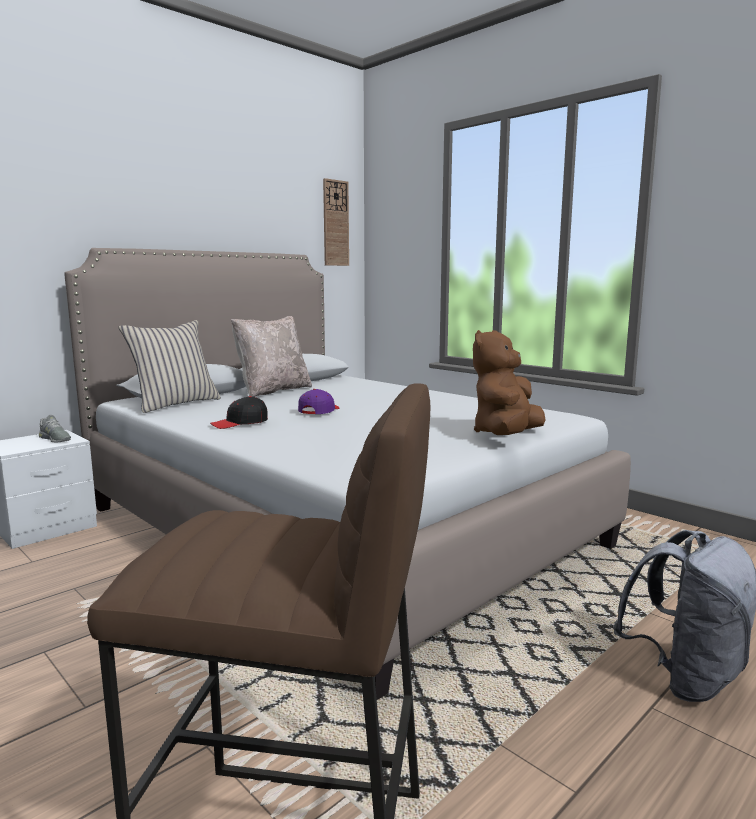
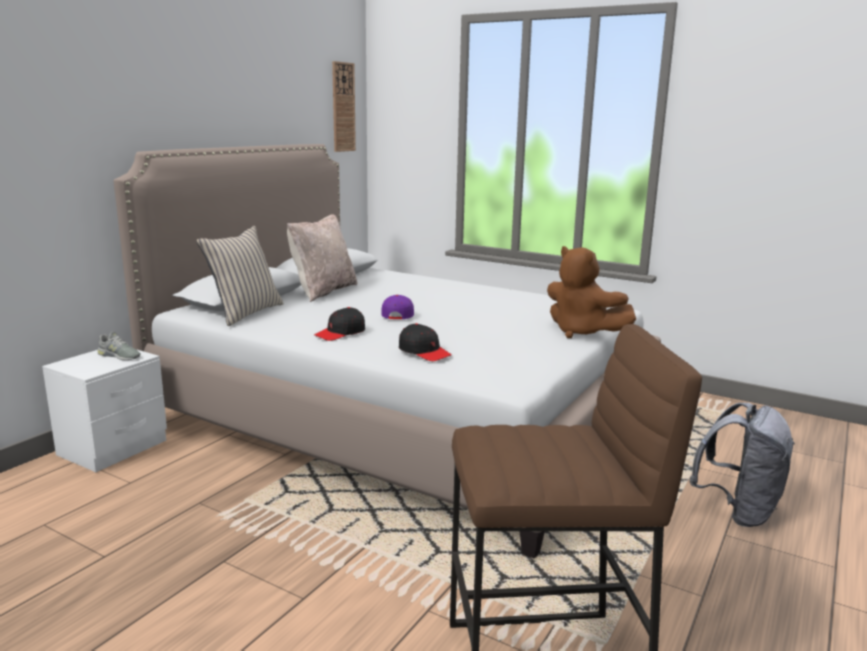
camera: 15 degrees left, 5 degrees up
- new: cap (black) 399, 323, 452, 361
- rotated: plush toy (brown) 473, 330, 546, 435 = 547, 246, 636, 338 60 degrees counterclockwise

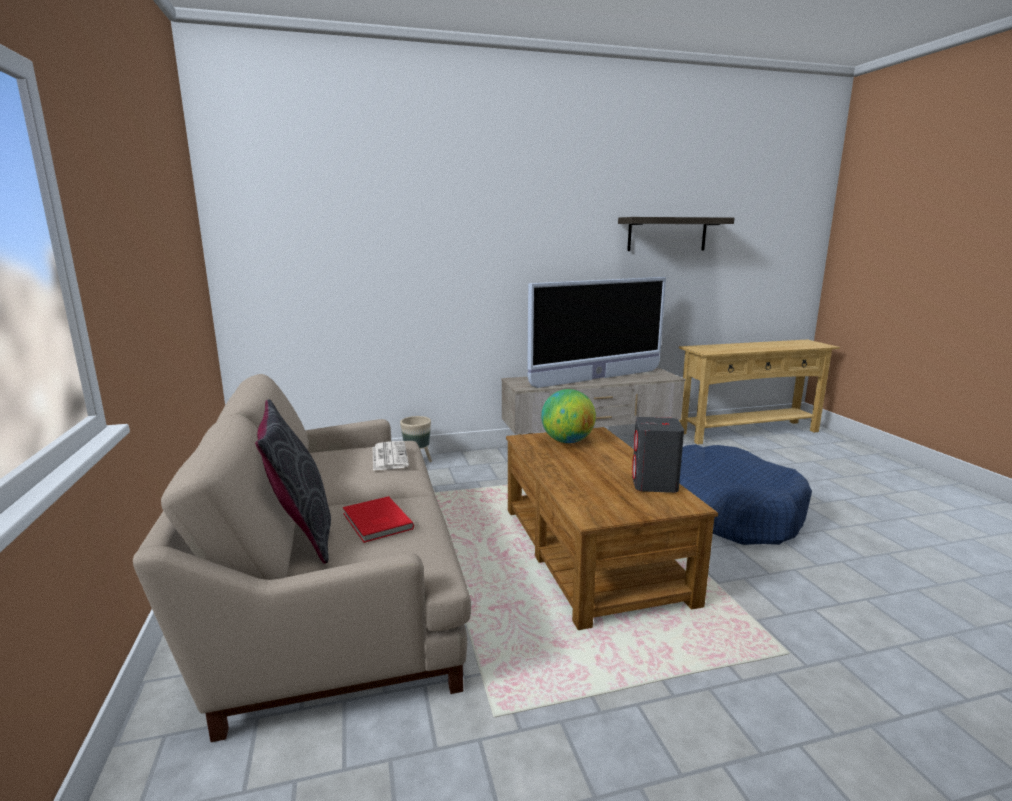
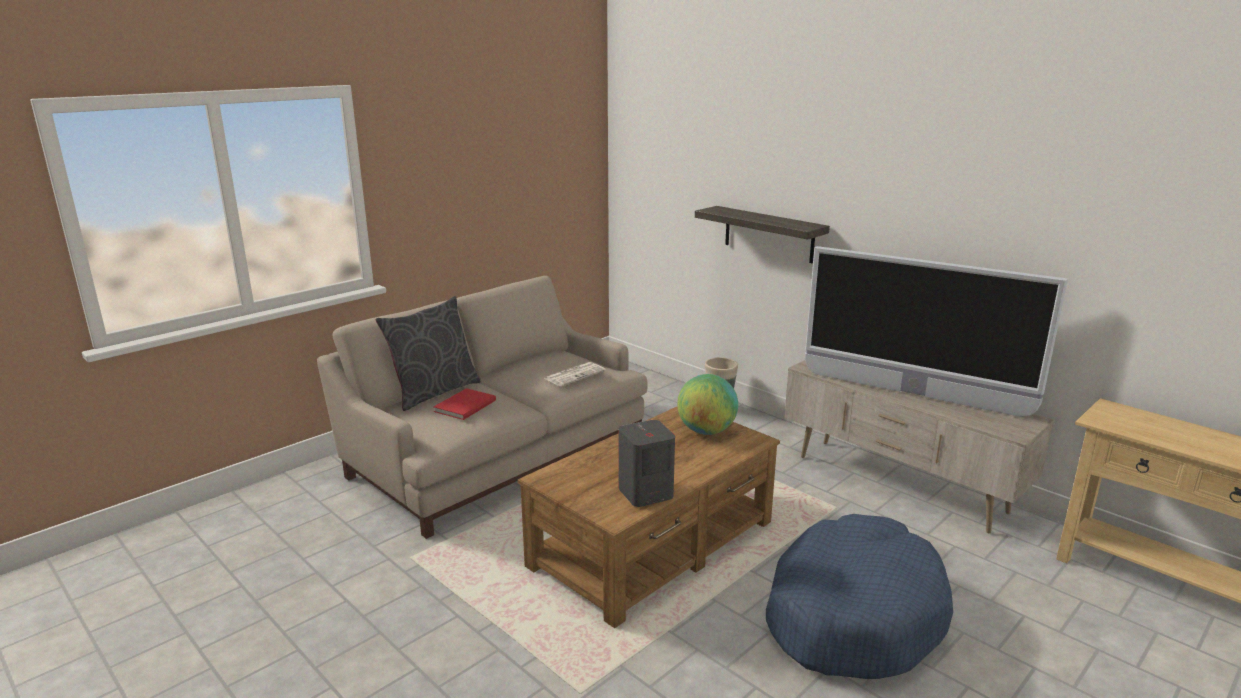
camera: 60 degrees right, 5 degrees up
- shifted: shelf 618, 217, 735, 251 to 695, 206, 830, 263

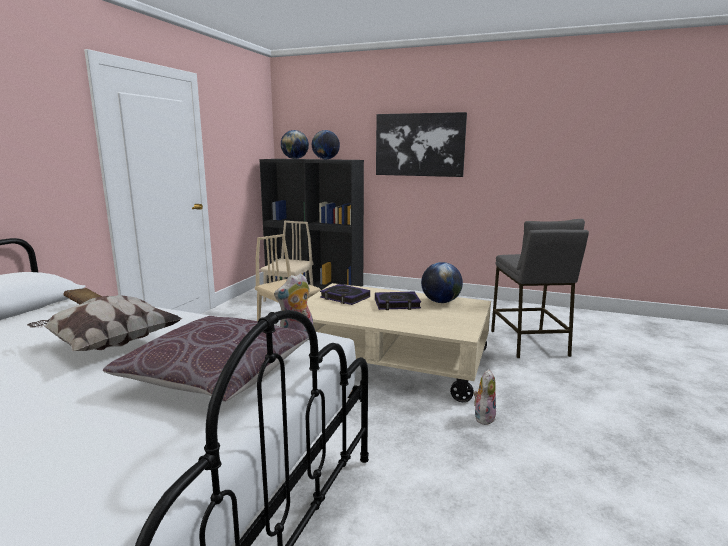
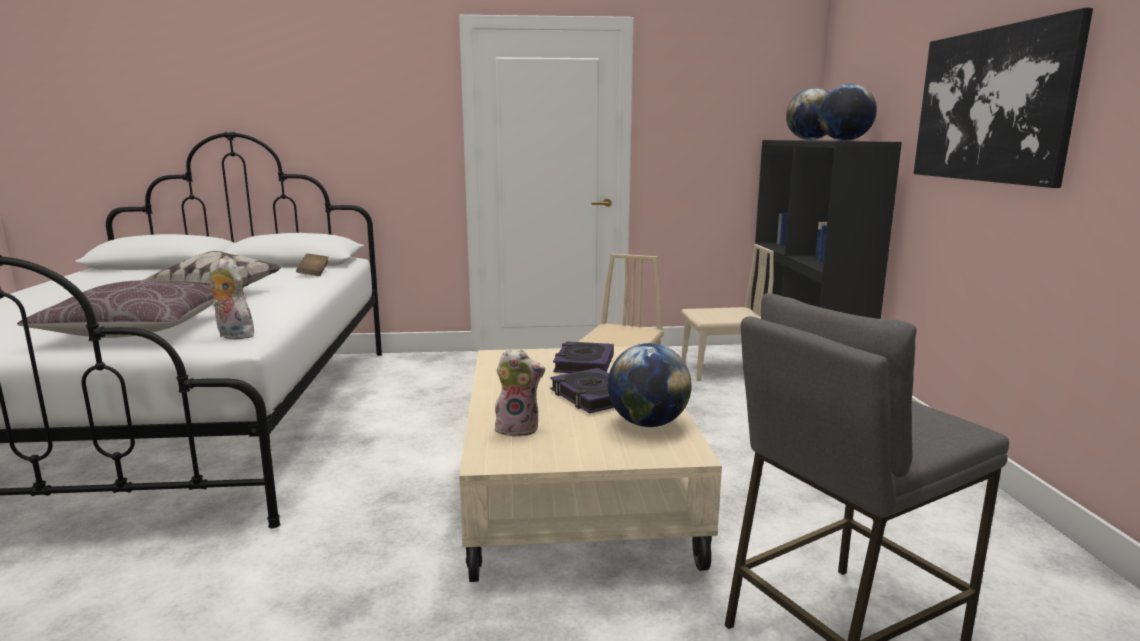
camera: 65 degrees right, 0 degrees up
- shifted: plush toy 473, 369, 496, 425 to 493, 349, 545, 437

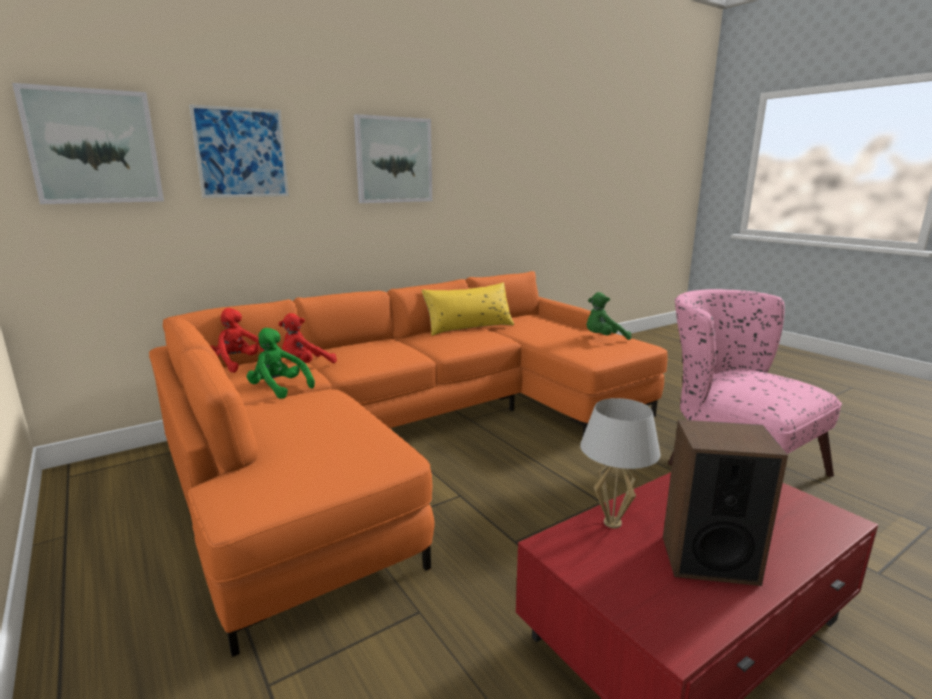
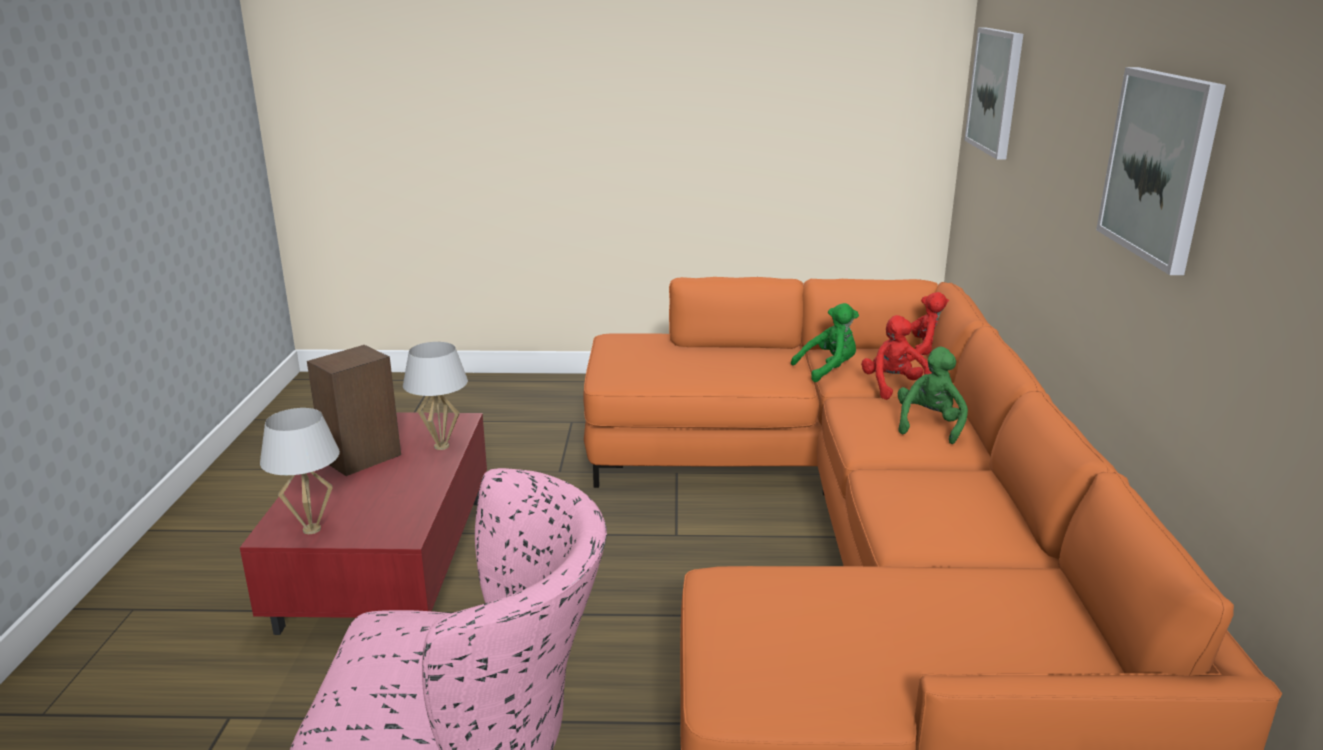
camera: 125 degrees right, 5 degrees up
- gone: picture 189, 104, 289, 198
- gone: pillow (yellow) 422, 282, 514, 336
- new: table lamp (white) 260, 408, 340, 534
- shifted: plush toy (green) 586, 292, 632, 340 to 898, 347, 968, 444

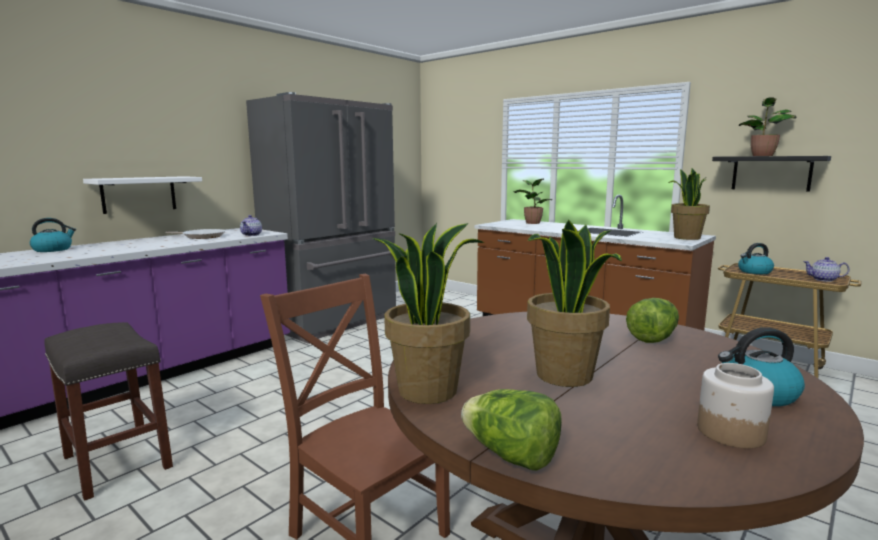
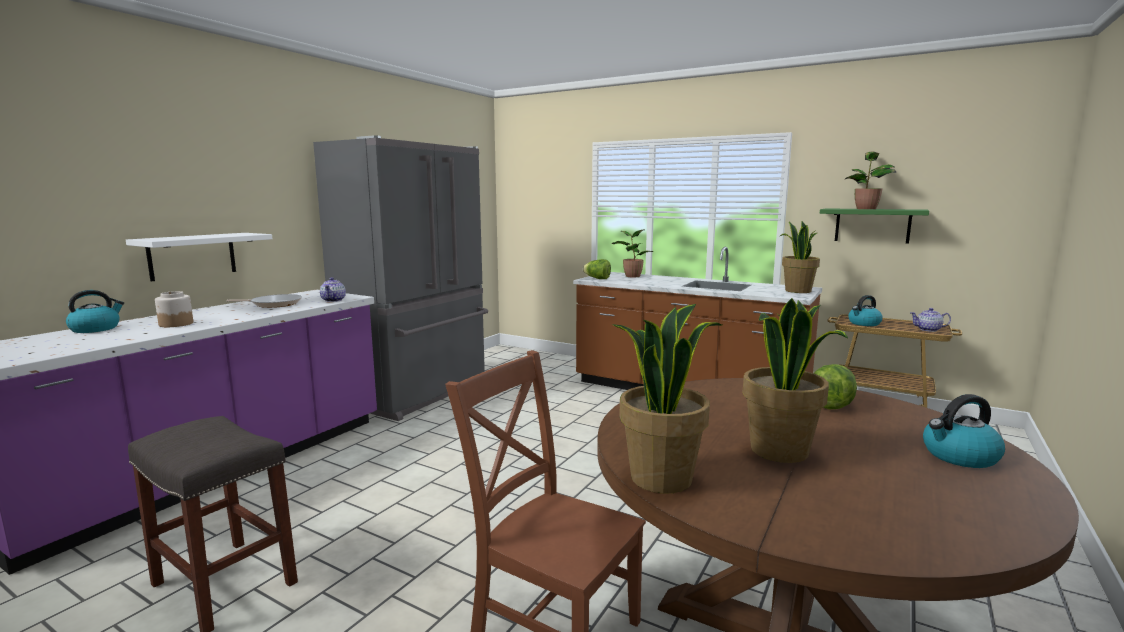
camera: 10 degrees left, 0 degrees up
- shifted: lettuce 461, 389, 562, 470 to 583, 259, 611, 279
- shifted: jar 697, 363, 774, 449 to 155, 291, 193, 327
- repainted: shelf (black) 712, 156, 831, 192 to shelf (green) 820, 208, 929, 244

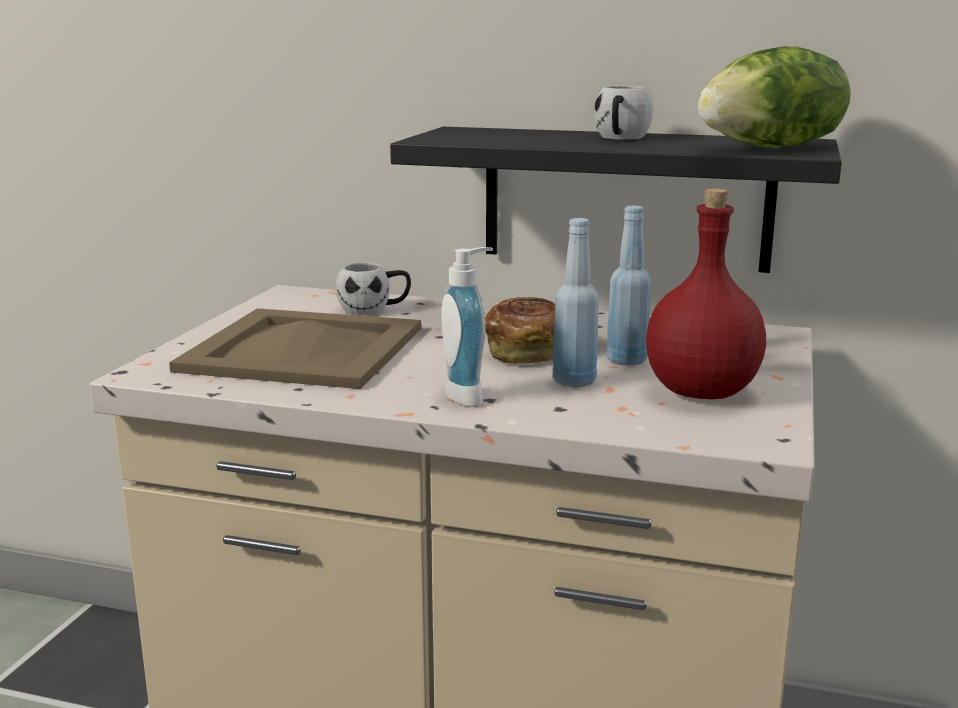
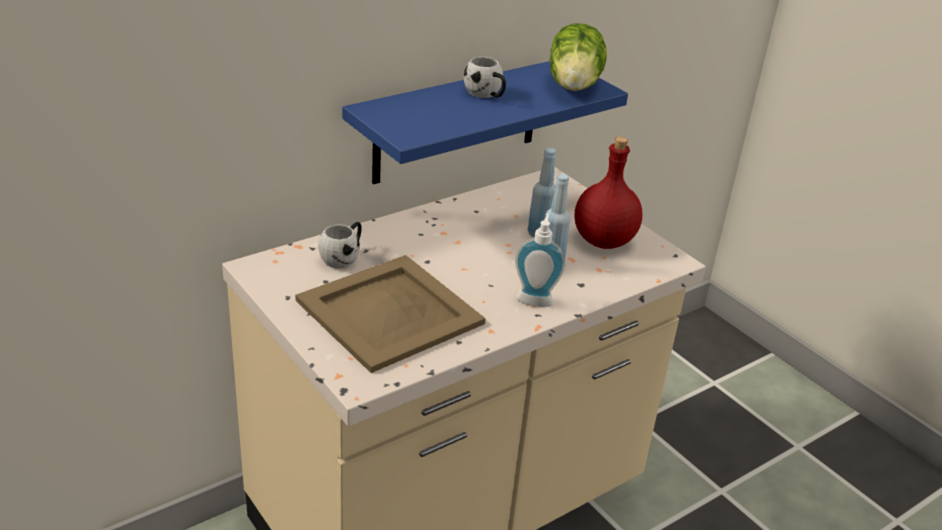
camera: 55 degrees left, 15 degrees up
- gone: bread 485, 297, 555, 364
- repainted: shelf (black) 390, 127, 842, 273 to shelf (blue) 342, 61, 628, 184

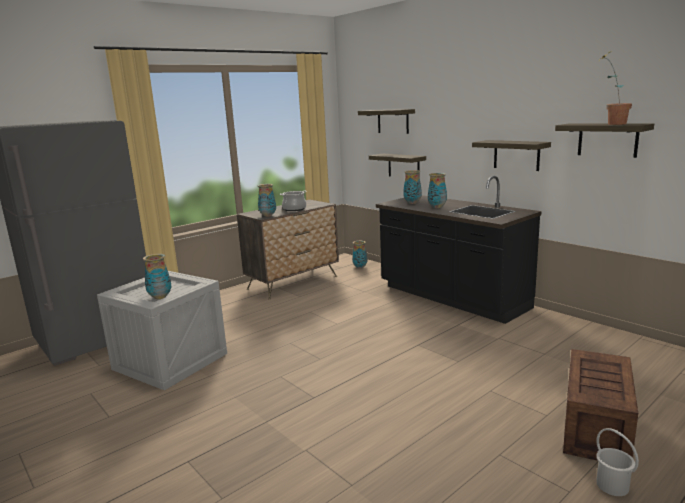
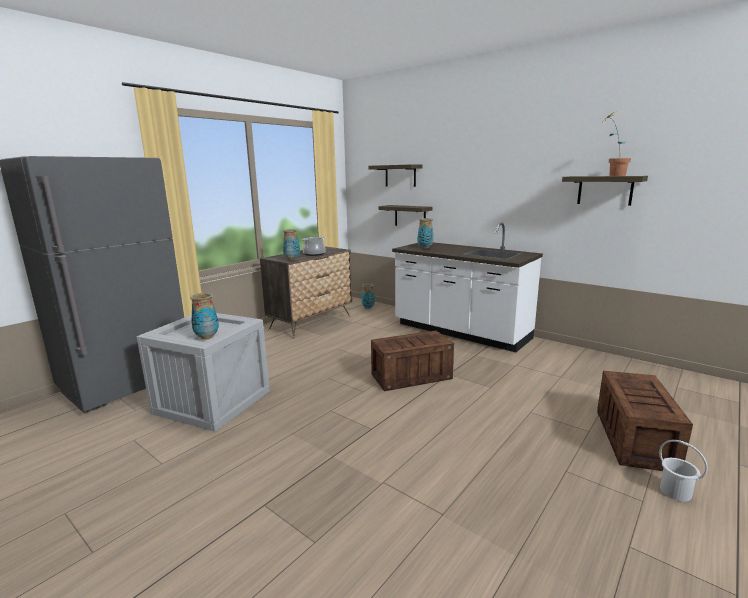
camera: 10 degrees left, 0 degrees up
- gone: vase 428, 173, 447, 208
- gone: shelf 472, 140, 551, 171
- new: crate 371, 331, 454, 391
- repainted: counter (black) 376, 176, 542, 324 to counter (white) 392, 223, 543, 352

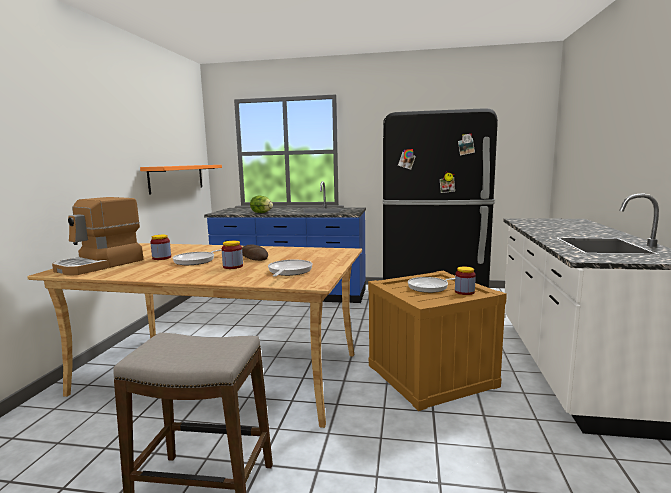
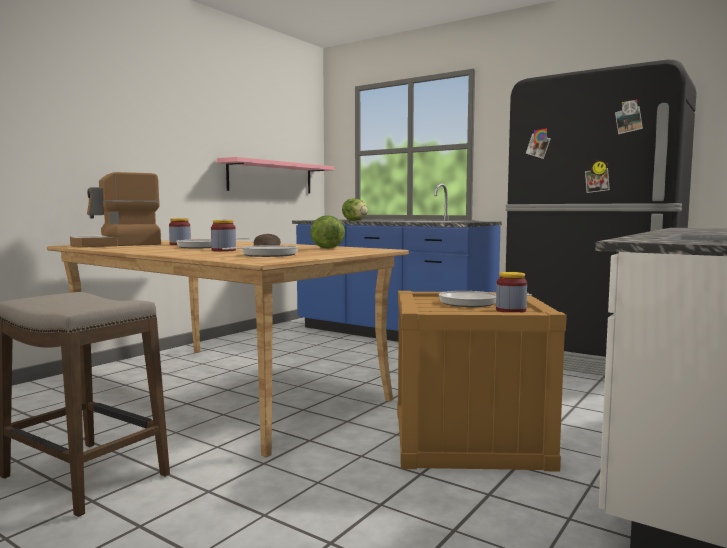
camera: 25 degrees right, 5 degrees down
- new: lettuce 310, 215, 345, 249
- repainted: shelf (orange) 140, 165, 222, 195 to shelf (pink) 217, 157, 334, 194

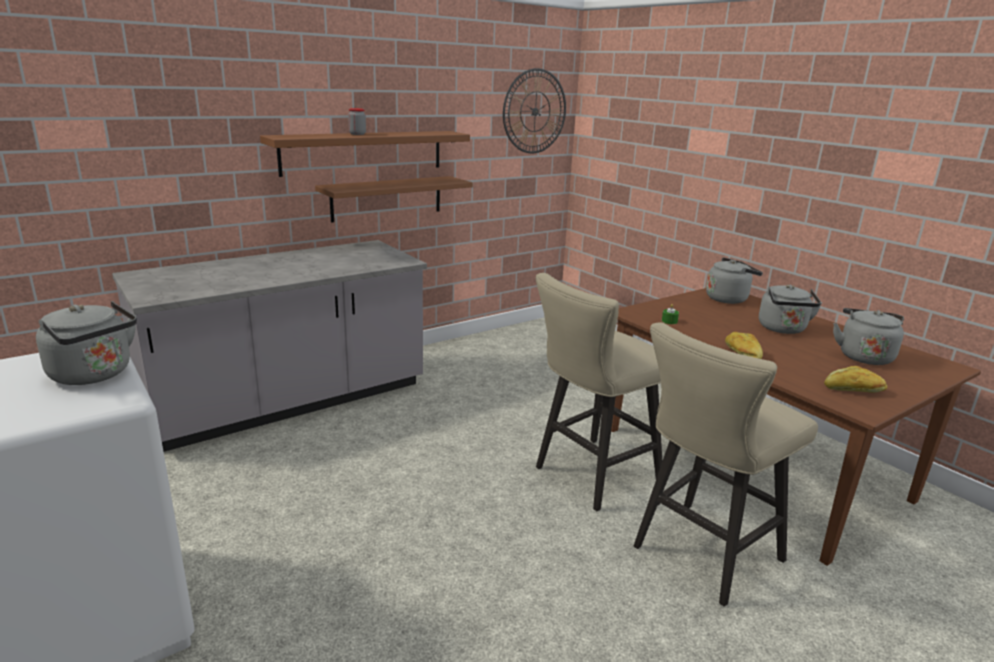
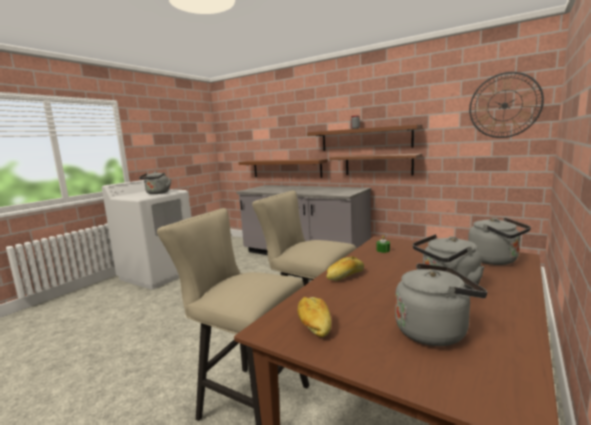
camera: 70 degrees right, 10 degrees down
- new: shelf (brown) 239, 159, 328, 178

